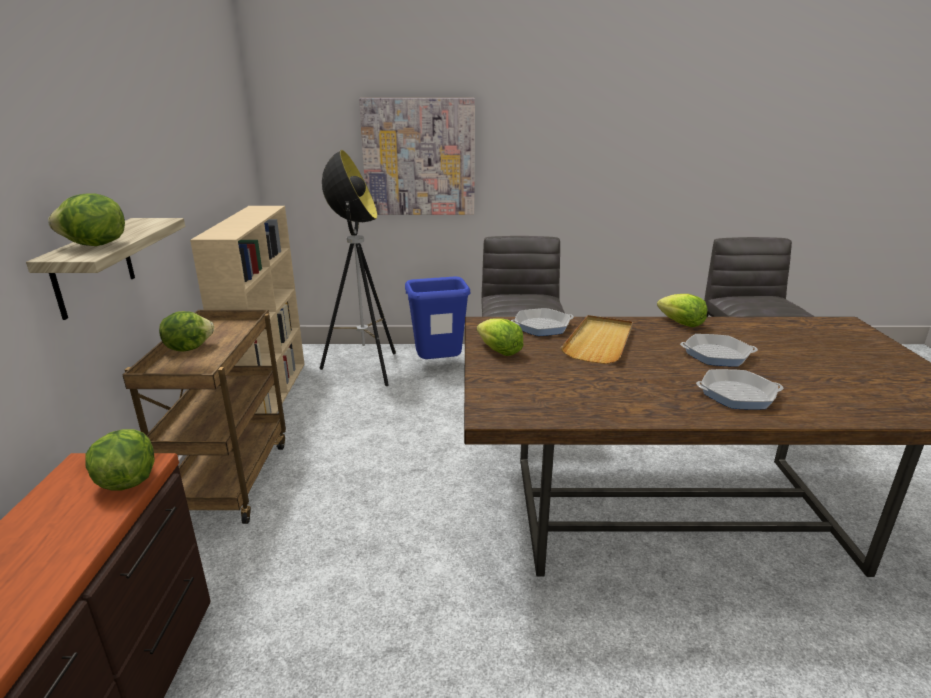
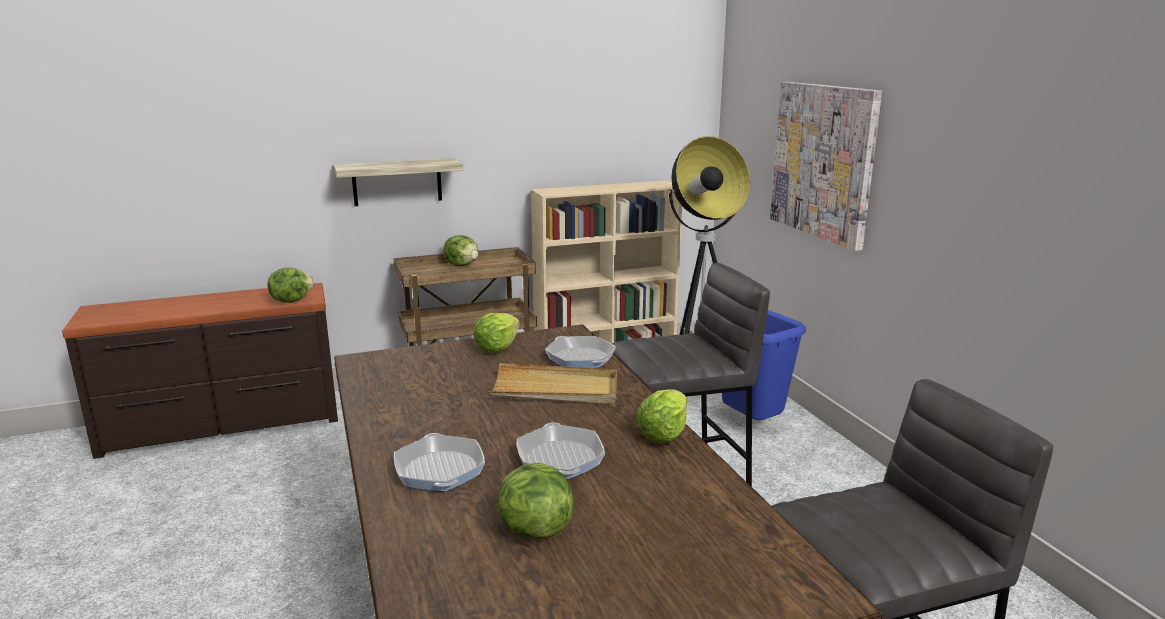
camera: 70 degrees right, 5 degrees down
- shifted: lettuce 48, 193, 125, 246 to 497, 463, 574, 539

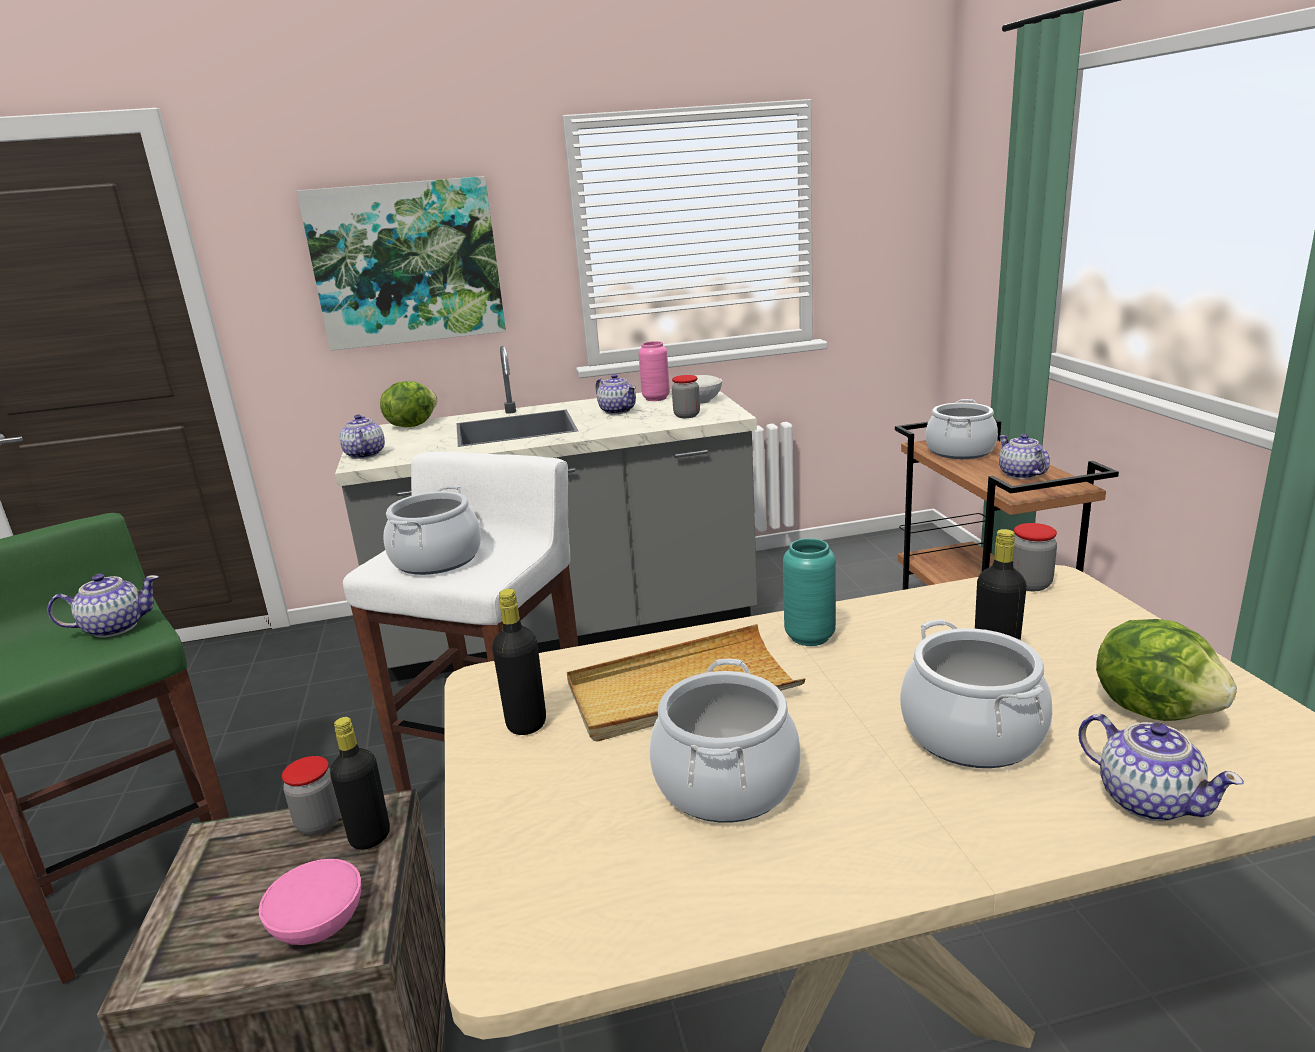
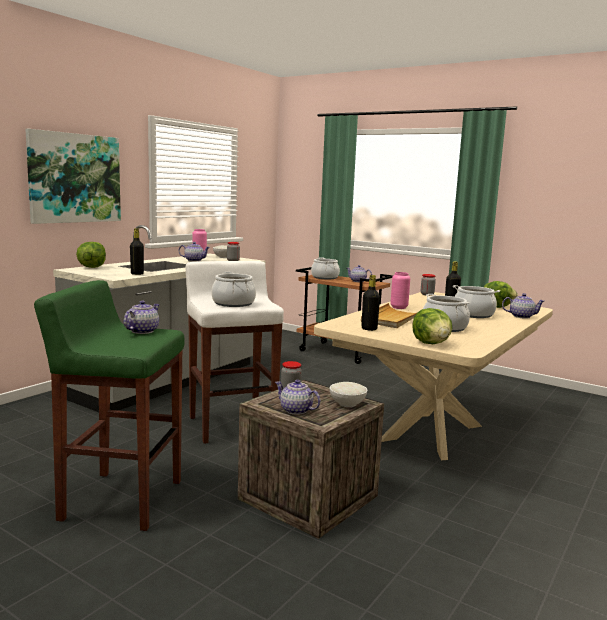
camera: 45 degrees left, 10 degrees down
- new: lettuce 412, 308, 452, 344
- shifted: bottle (black) 330, 717, 390, 850 to 130, 228, 144, 275
- shifted: teapot 340, 414, 385, 459 to 275, 380, 321, 415
- repainted: bowl (pink) 259, 859, 361, 945 to bowl (white) 329, 382, 367, 407
- repainted: vase (turquoise) 783, 538, 836, 646 to vase (pink) 390, 272, 410, 309

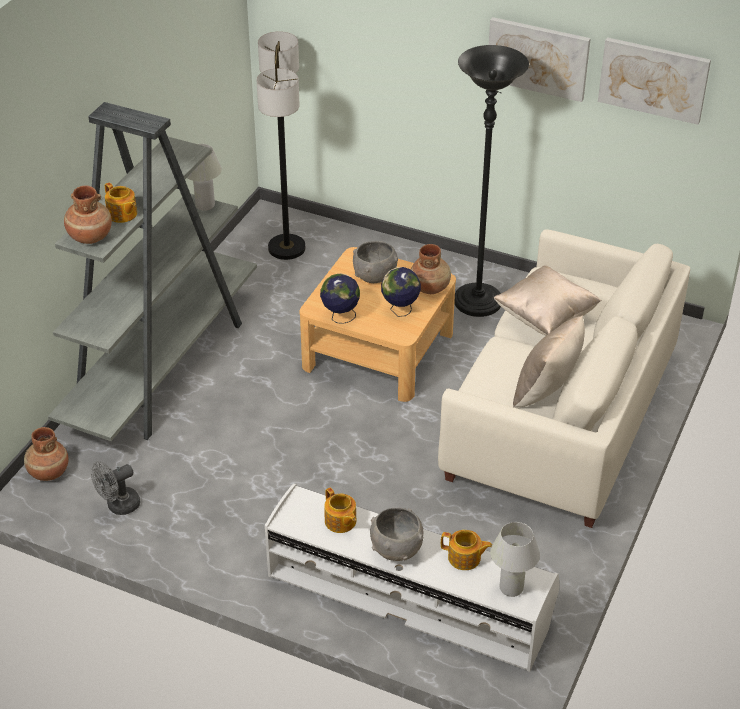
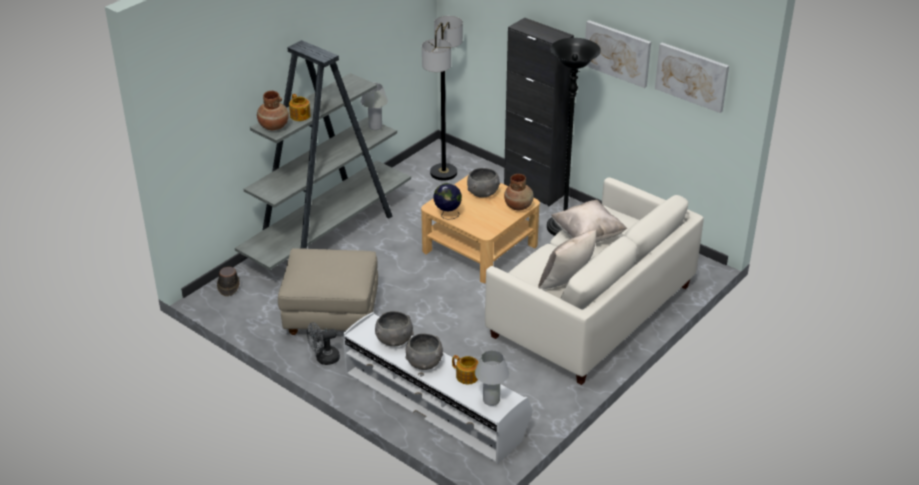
camera: 15 degrees right, 5 degrees down
- gone: globe 381, 267, 421, 317
- new: ottoman (beige) 278, 248, 378, 335
- new: cabinet (black) 504, 18, 574, 206
- shifted: fan (grey) 91, 461, 140, 515 to 307, 322, 340, 365
- swapped: vase (brown) 24, 427, 69, 481 to hat (brown) 217, 267, 240, 296
- swapped: teapot 324, 487, 356, 533 to bowl (grey) 375, 311, 414, 347

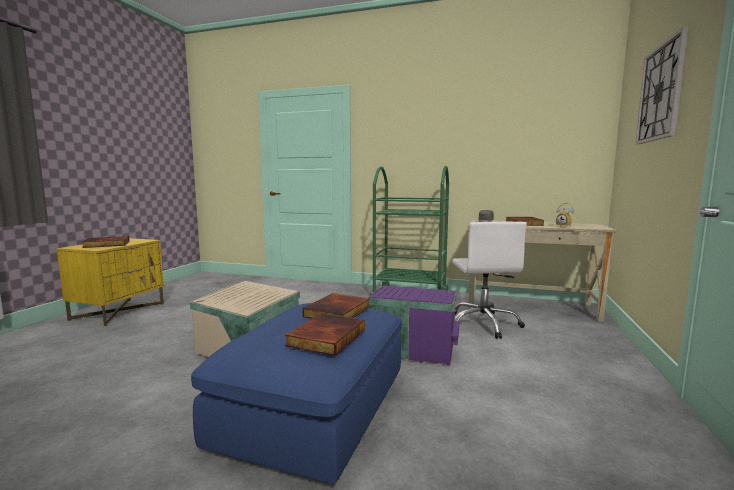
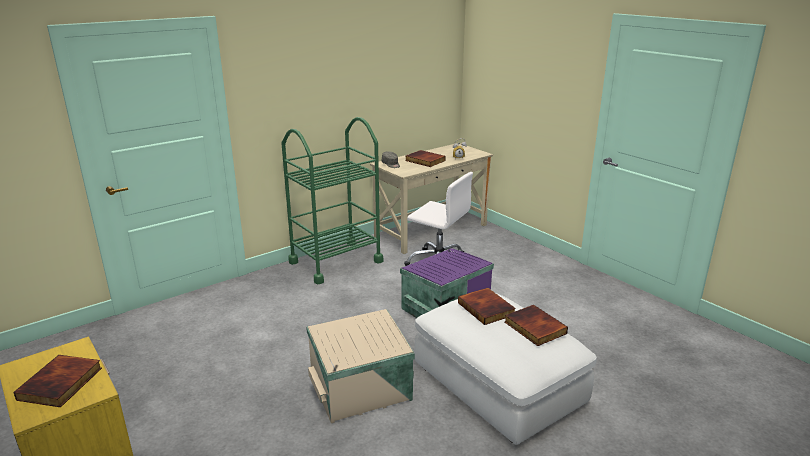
camera: 55 degrees left, 15 degrees up
- gone: wall clock 635, 26, 688, 144
- repainted: ottoman (blue) 191, 303, 401, 484 to ottoman (white) 414, 293, 597, 445

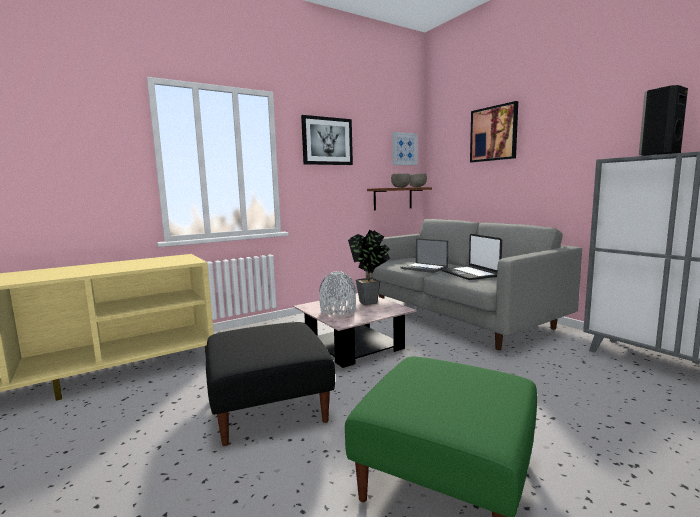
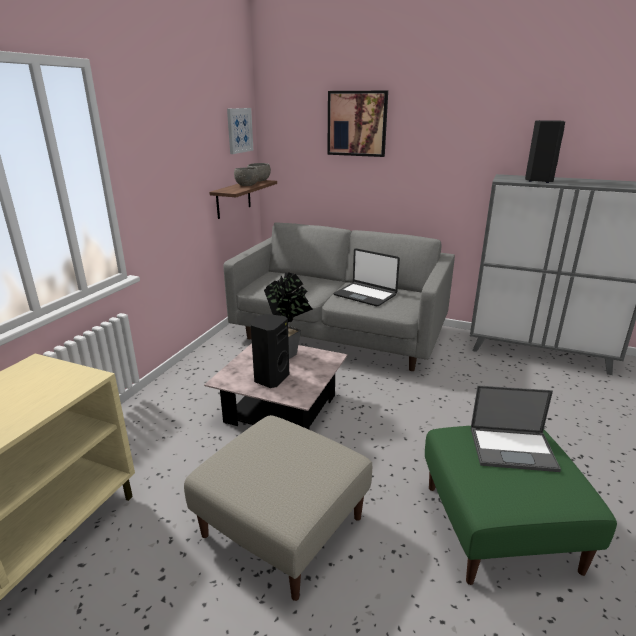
camera: 35 degrees left, 15 degrees up
- gone: picture 301, 115, 353, 165
- shifted: laptop 401, 238, 448, 273 to 471, 385, 561, 472
- swapped: vase (grey) 319, 271, 356, 316 to speaker (black) 250, 314, 289, 388
- repainted: ottoman (black) 206, 322, 335, 446 to ottoman (beige) 184, 415, 372, 601

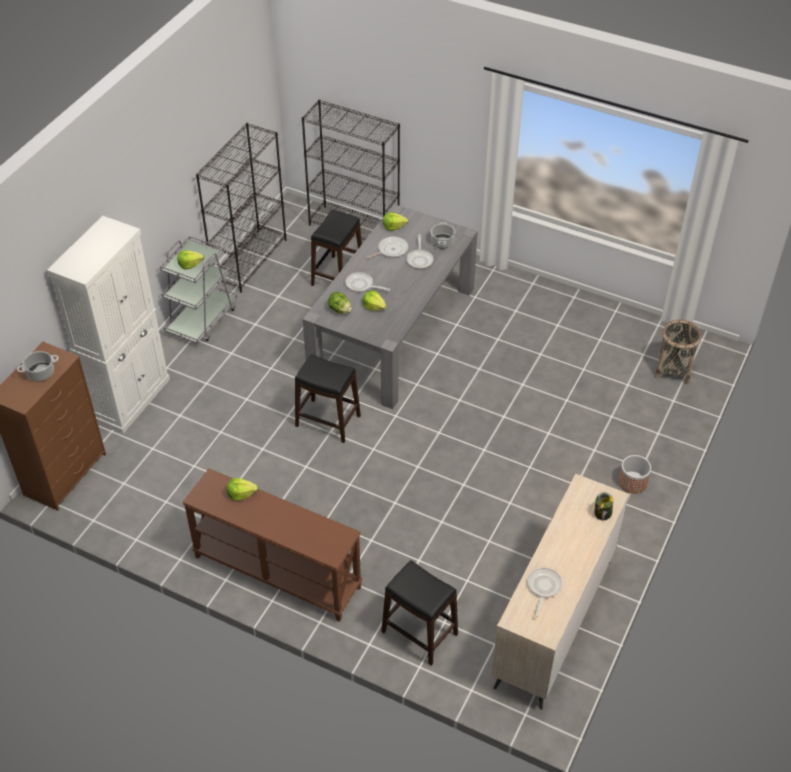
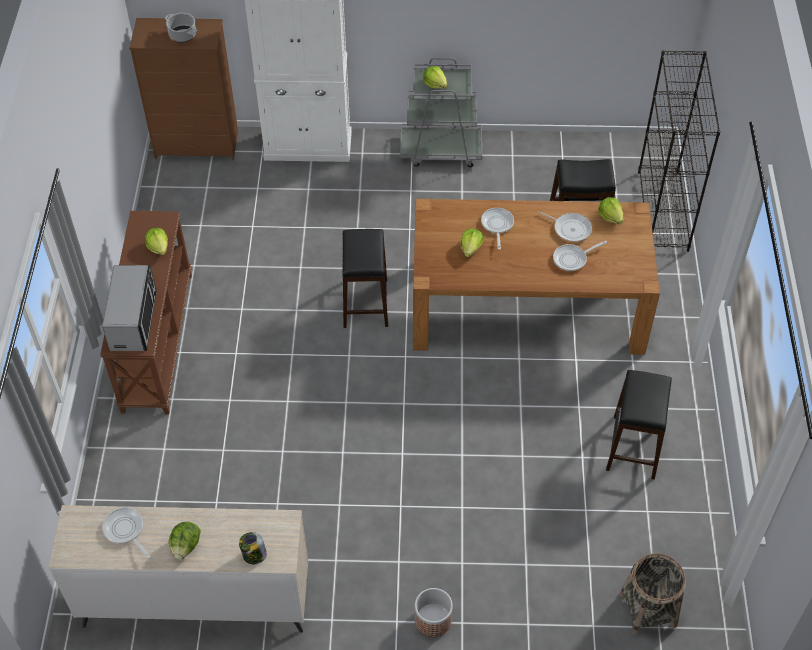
camera: 65 degrees right, 5 degrees up
- gone: bookcase (black) 196, 123, 286, 293
- gone: cooking pot 431, 222, 455, 248
- new: microwave 102, 265, 157, 351
- shifted: lettuce 328, 292, 352, 314 to 169, 521, 201, 560
- shifted: stool (black) 381, 560, 458, 666 to 606, 370, 672, 480
- repainted: dining table (grey) 303, 204, 478, 409 to dining table (brown) 413, 199, 660, 355
- rotated: frying pan 528, 567, 563, 617 = 103, 507, 151, 559 120 degrees counterclockwise

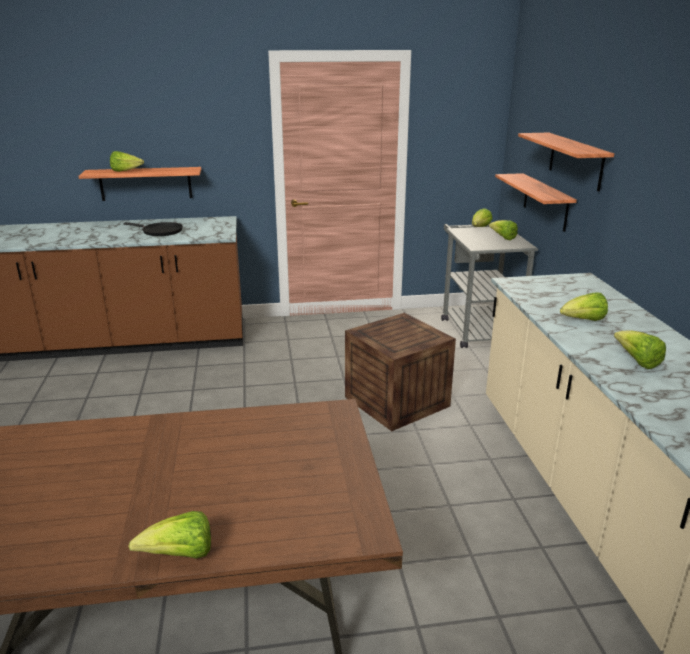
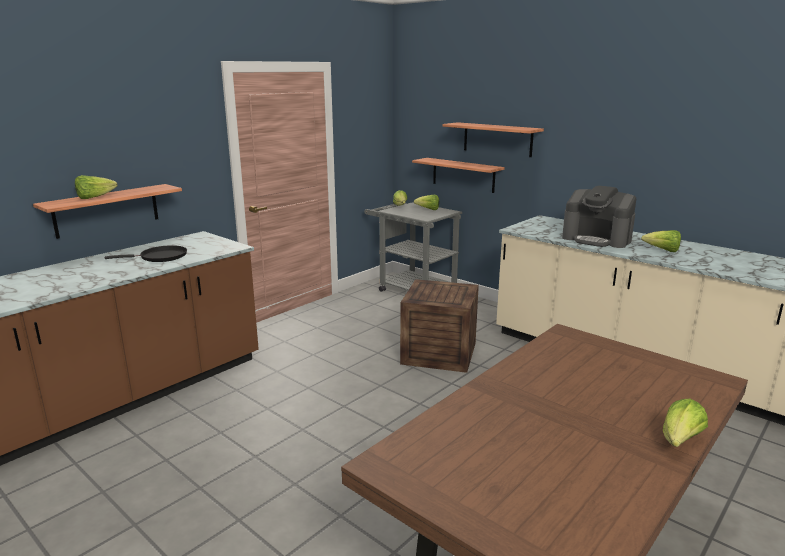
camera: 40 degrees left, 5 degrees down
- swapped: lettuce 560, 292, 608, 321 to coffee machine 562, 186, 636, 248

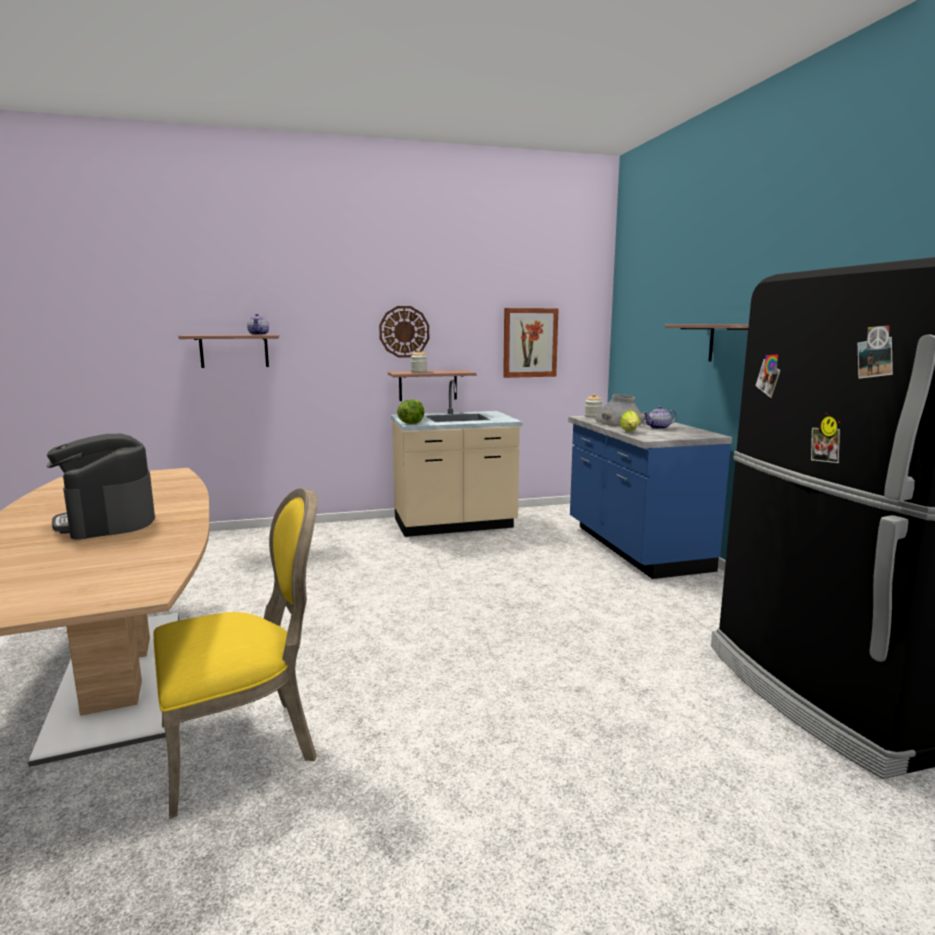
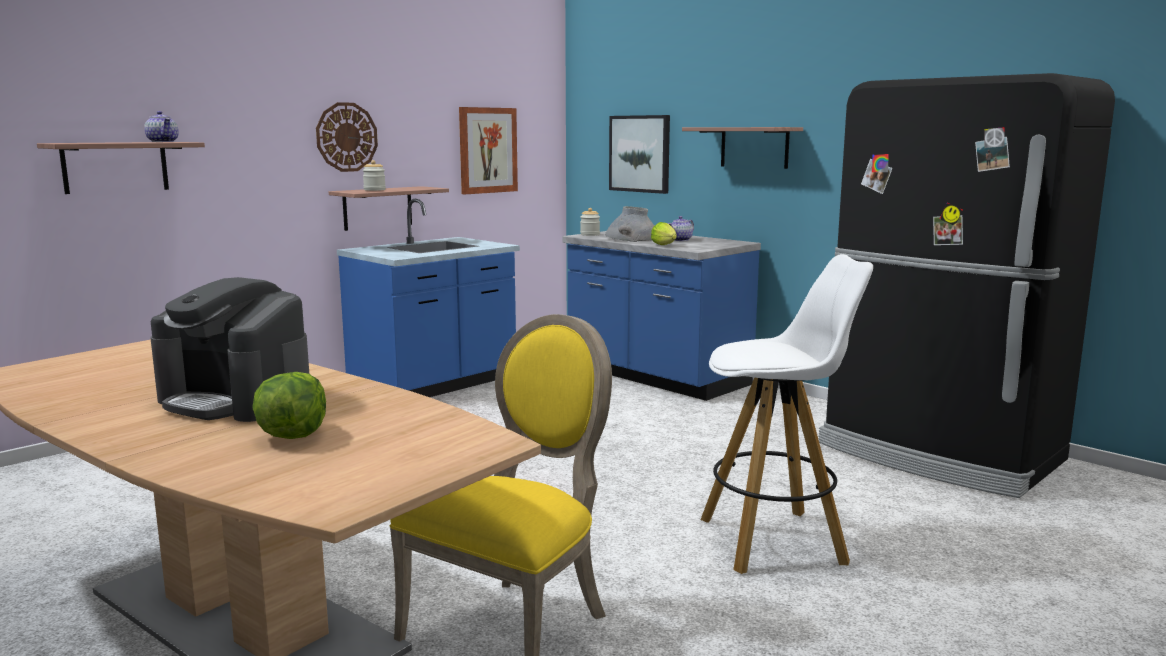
camera: 30 degrees left, 0 degrees up
- new: picture 609, 115, 670, 194
- new: stool (white) 701, 254, 873, 574
- shifted: lettuce 397, 399, 424, 424 to 252, 372, 326, 439
- repainted: counter (beige) 391, 380, 522, 537 to counter (blue) 337, 199, 520, 397

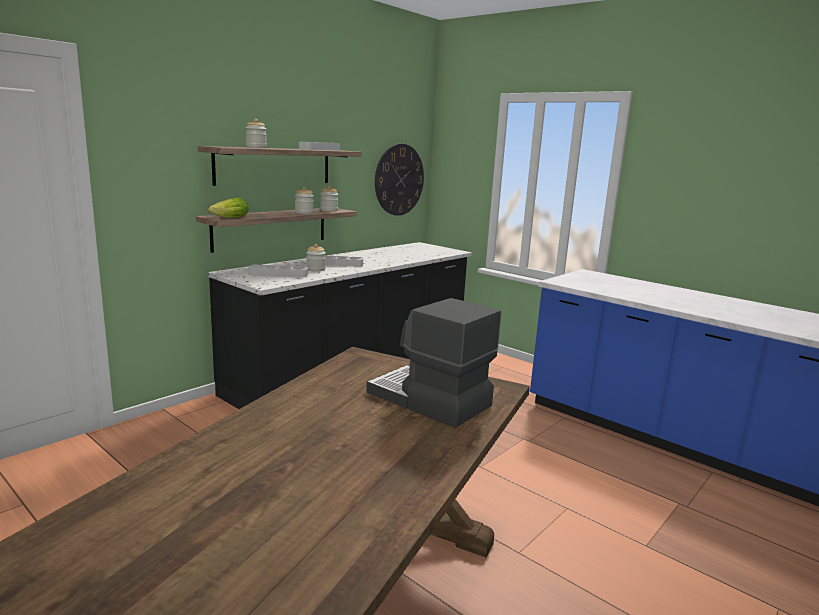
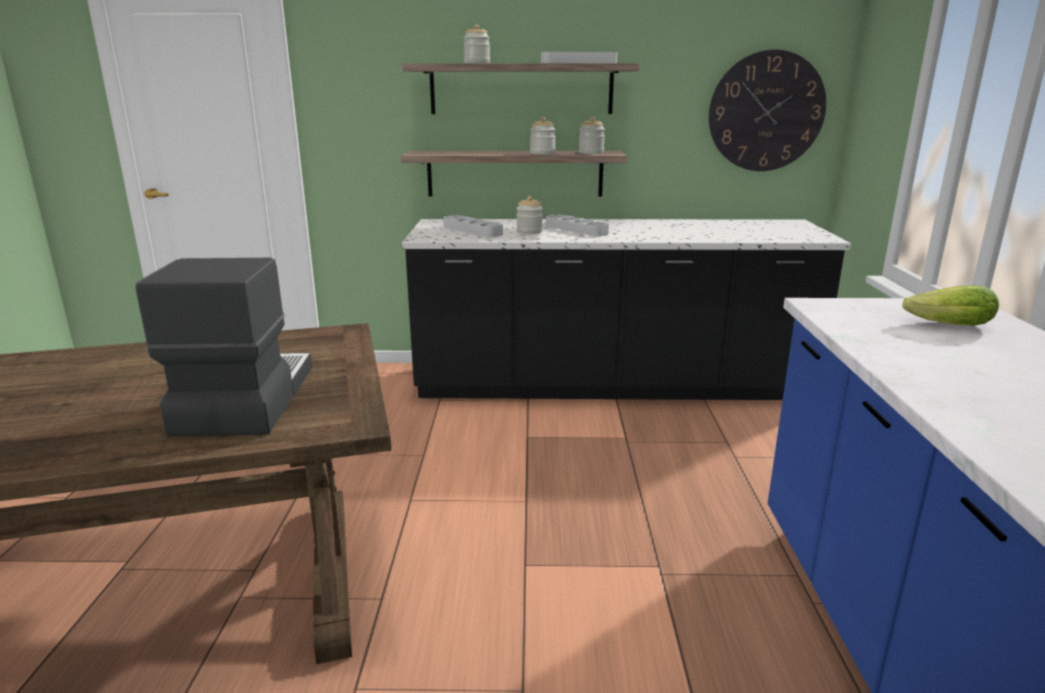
camera: 50 degrees right, 5 degrees up
- shifted: lettuce 208, 198, 249, 218 to 902, 285, 999, 326

